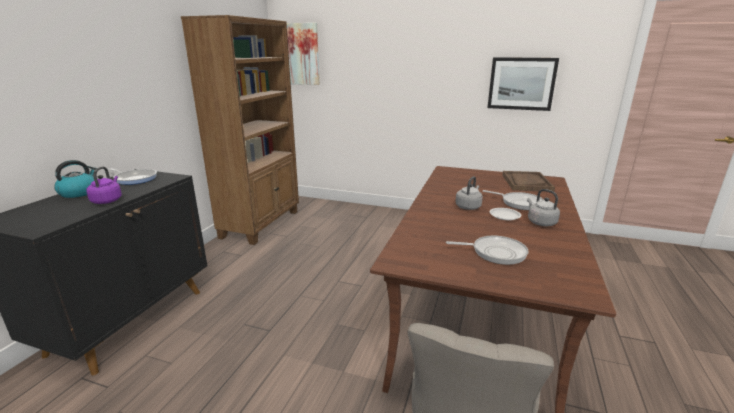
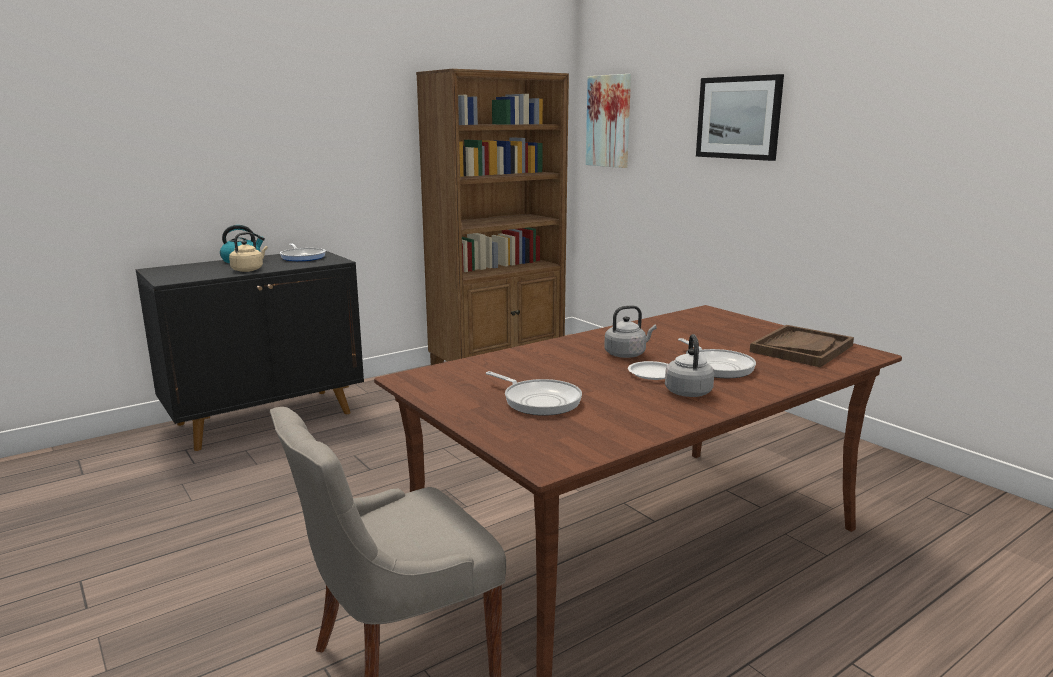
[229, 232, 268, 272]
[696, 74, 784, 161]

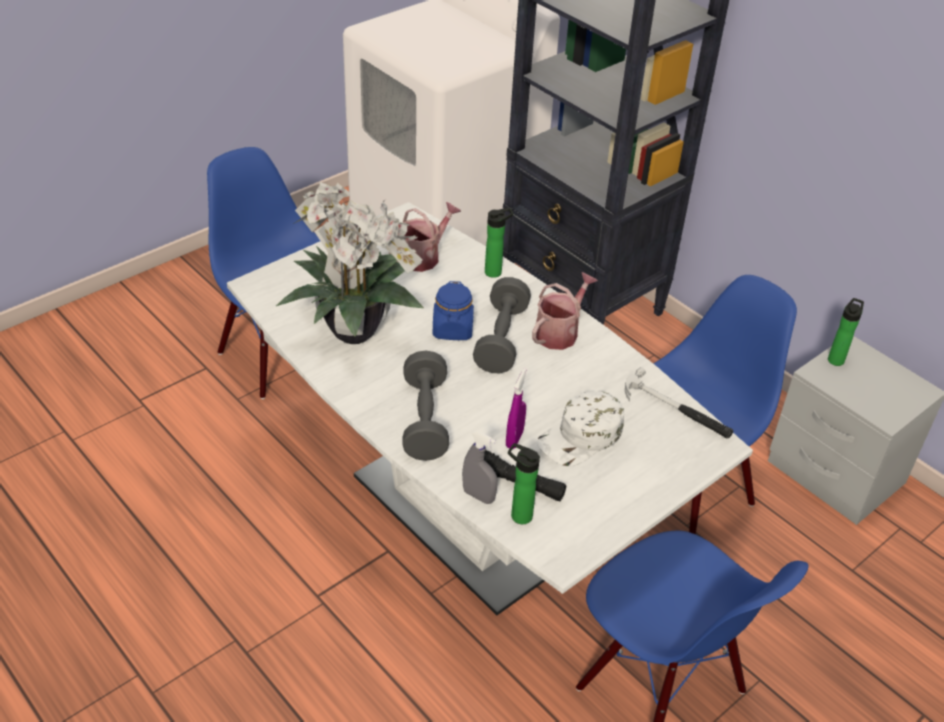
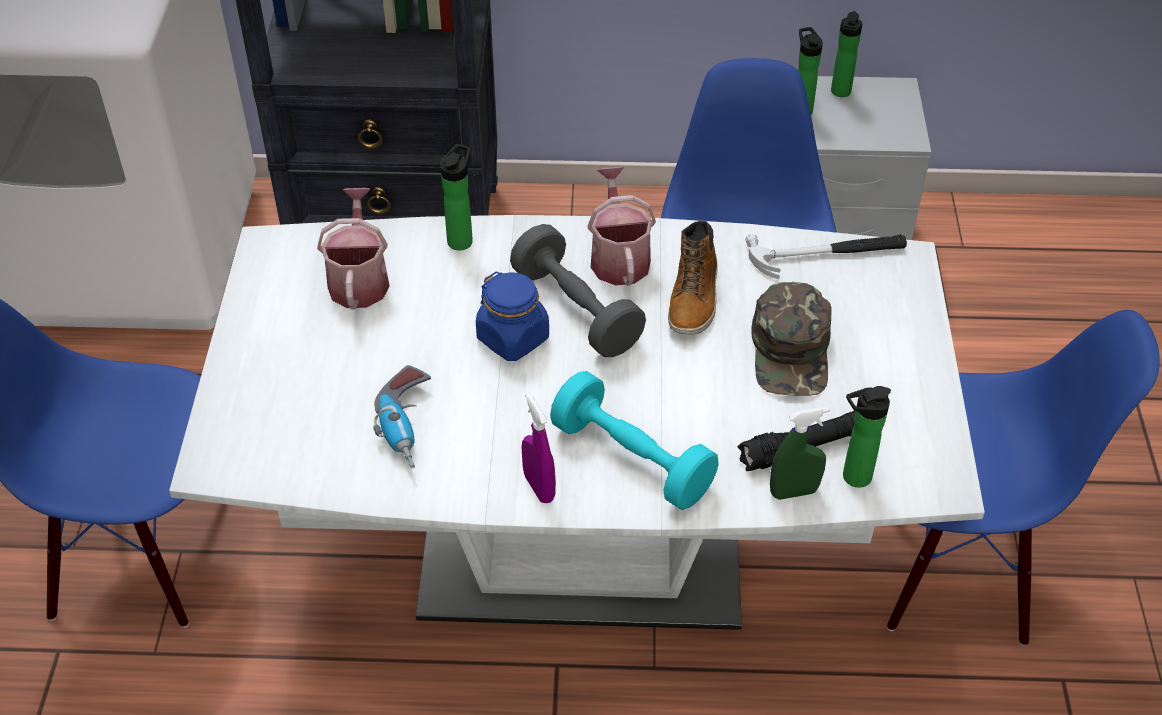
[373, 365, 431, 468]
[522, 392, 556, 503]
[550, 371, 719, 510]
[668, 220, 718, 335]
[751, 282, 832, 396]
[770, 407, 829, 500]
[831, 11, 863, 97]

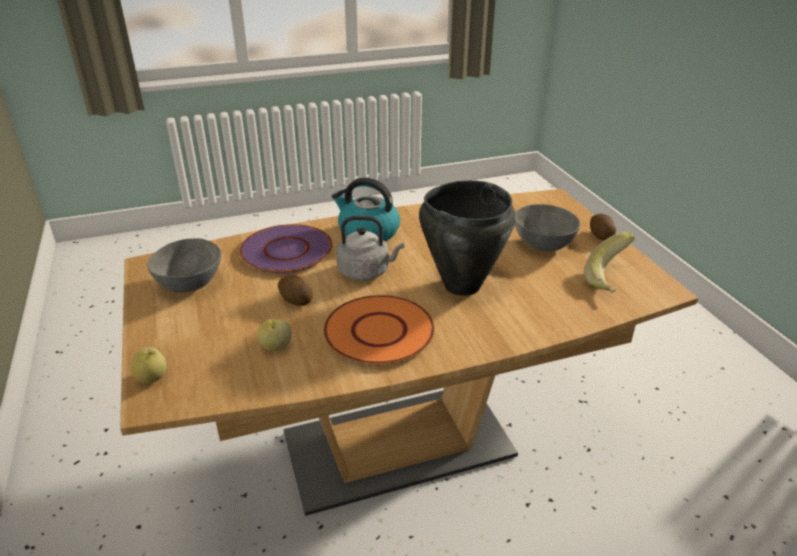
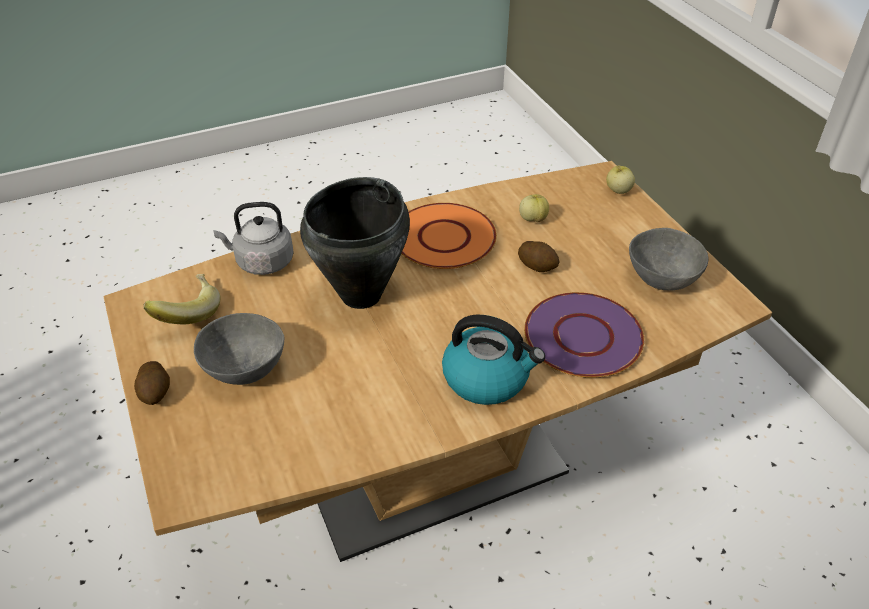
[213, 202, 294, 275]

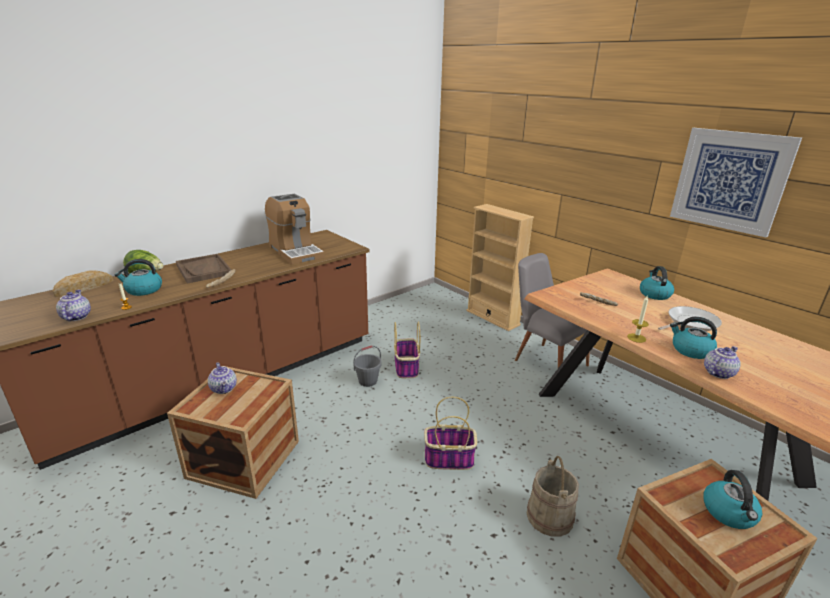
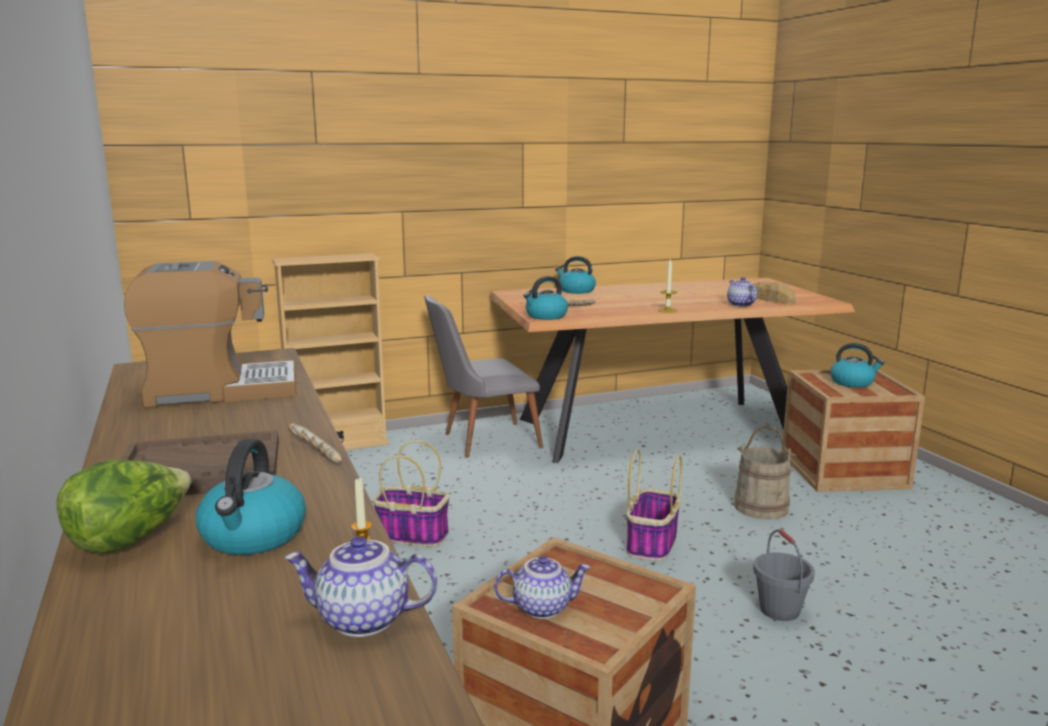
[523, 276, 568, 320]
[753, 281, 796, 305]
[753, 529, 815, 621]
[658, 306, 722, 331] (first image)
[670, 128, 802, 238] (first image)

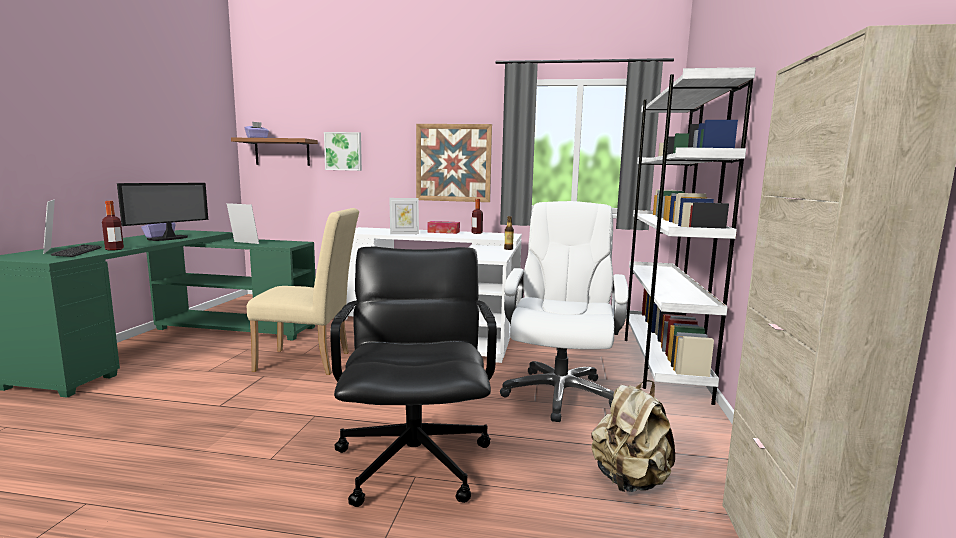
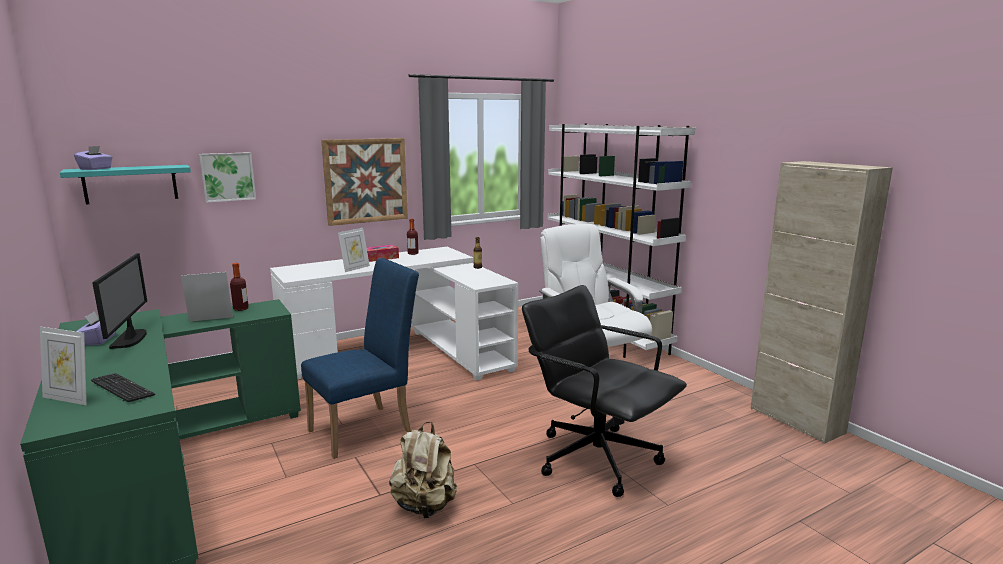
[60, 165, 191, 204]
[230, 263, 249, 311]
[301, 258, 419, 459]
[389, 421, 457, 518]

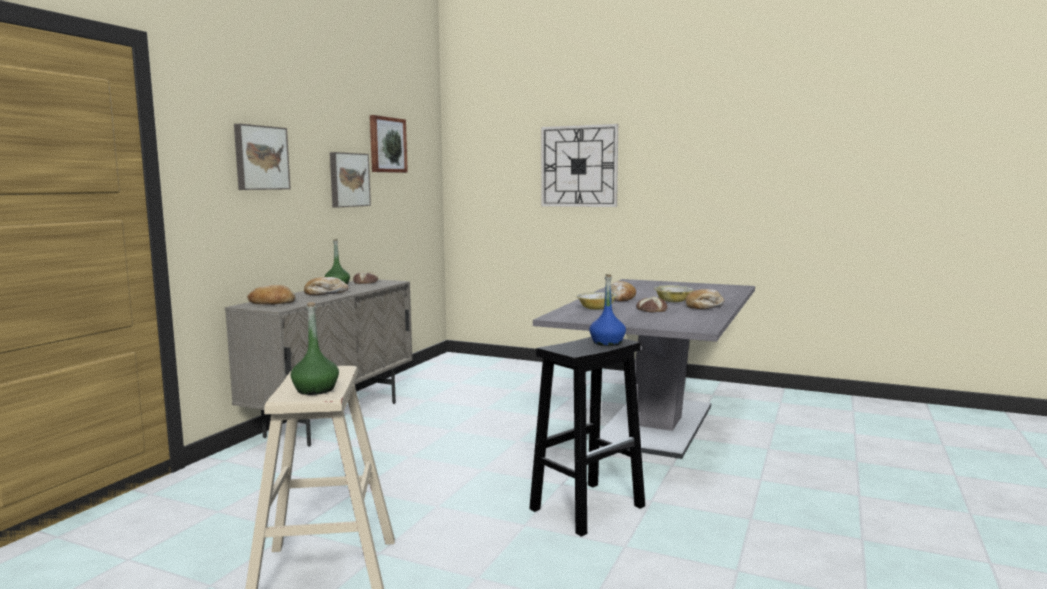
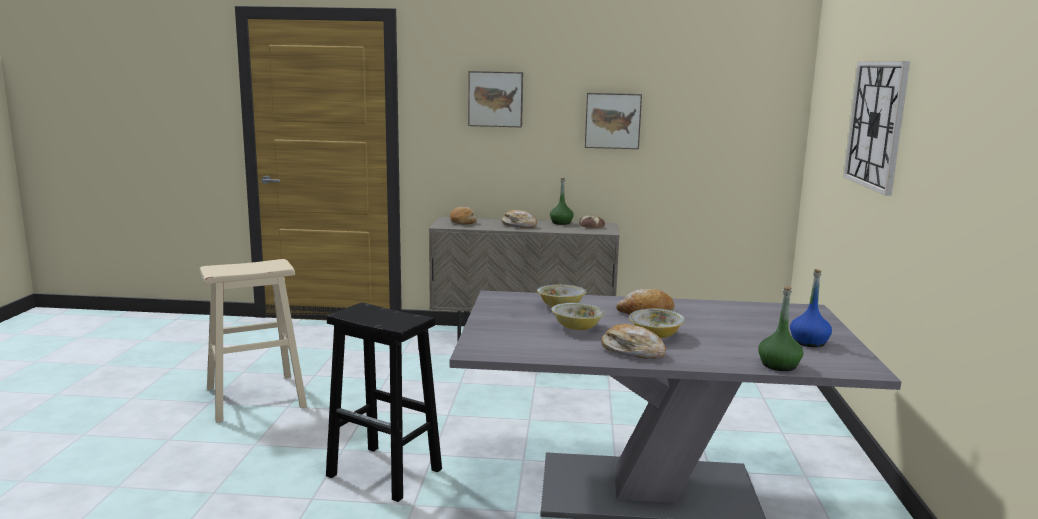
[551, 303, 605, 330]
[758, 286, 803, 371]
[790, 269, 832, 347]
[370, 115, 408, 173] (first image)

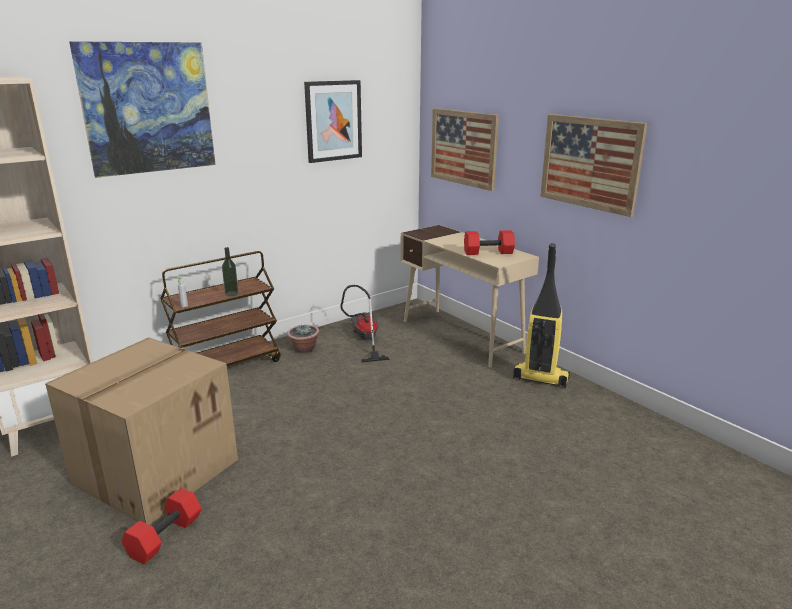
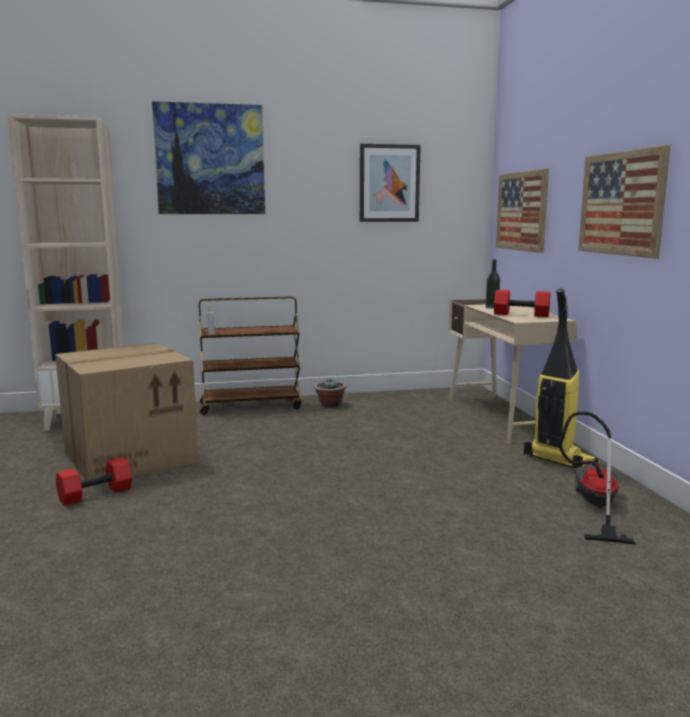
[486, 260, 500, 309]
[559, 411, 636, 545]

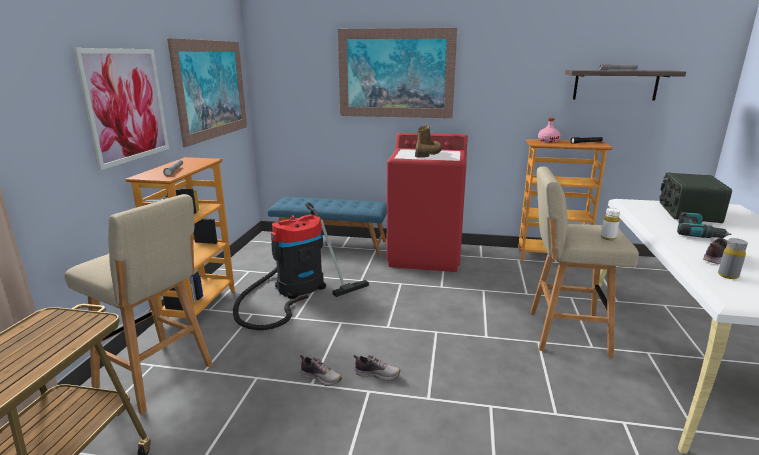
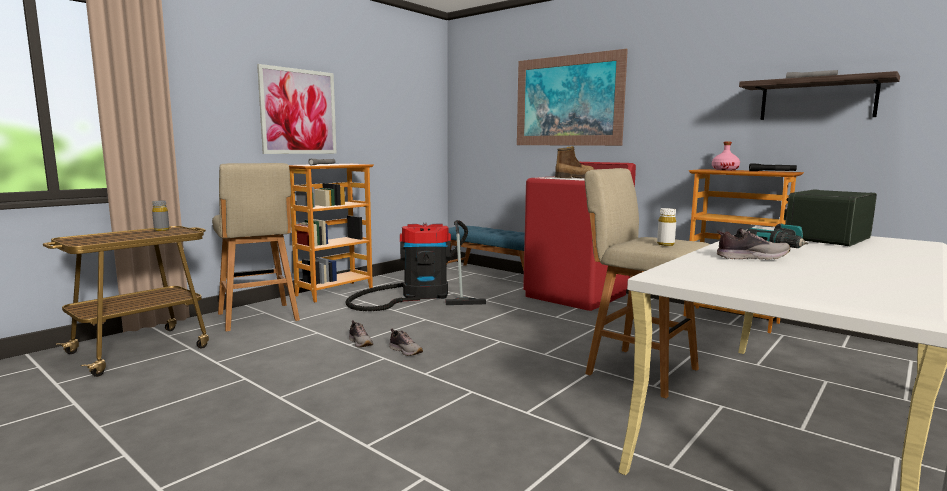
[152, 201, 169, 231]
[167, 38, 247, 147] (first image)

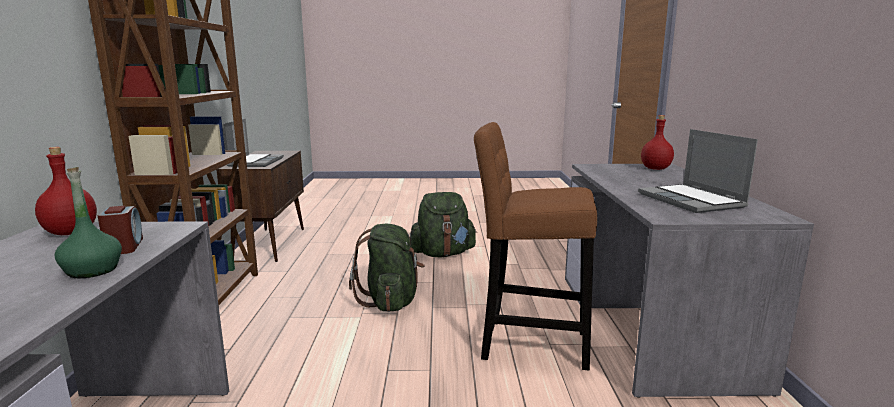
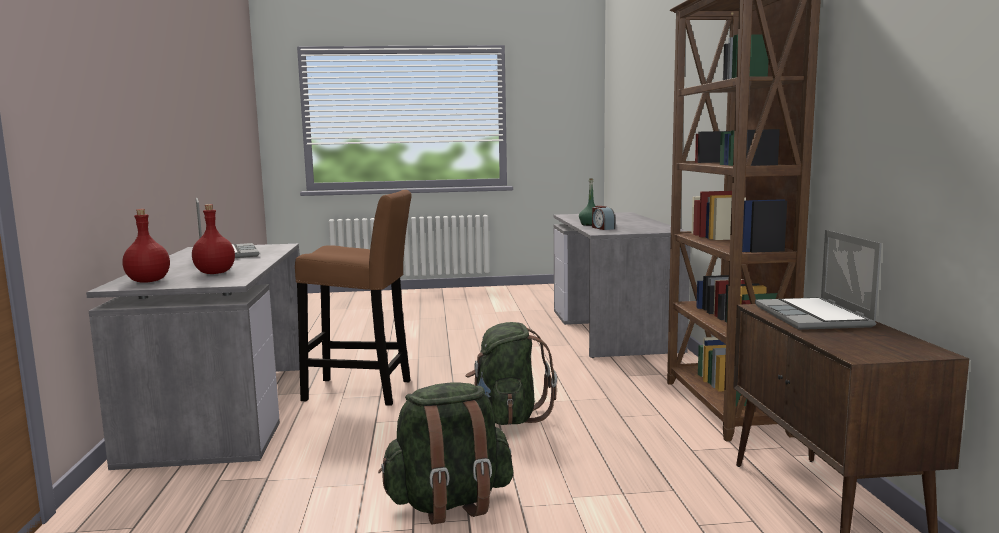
[192, 204, 235, 274]

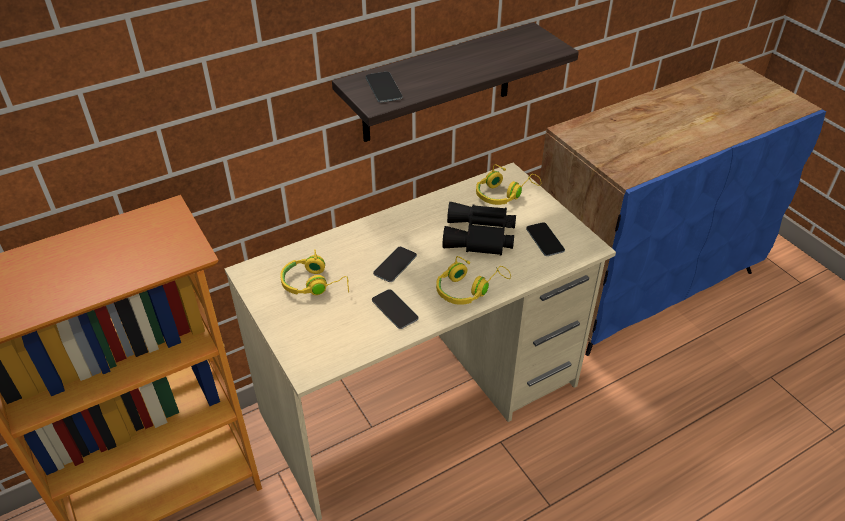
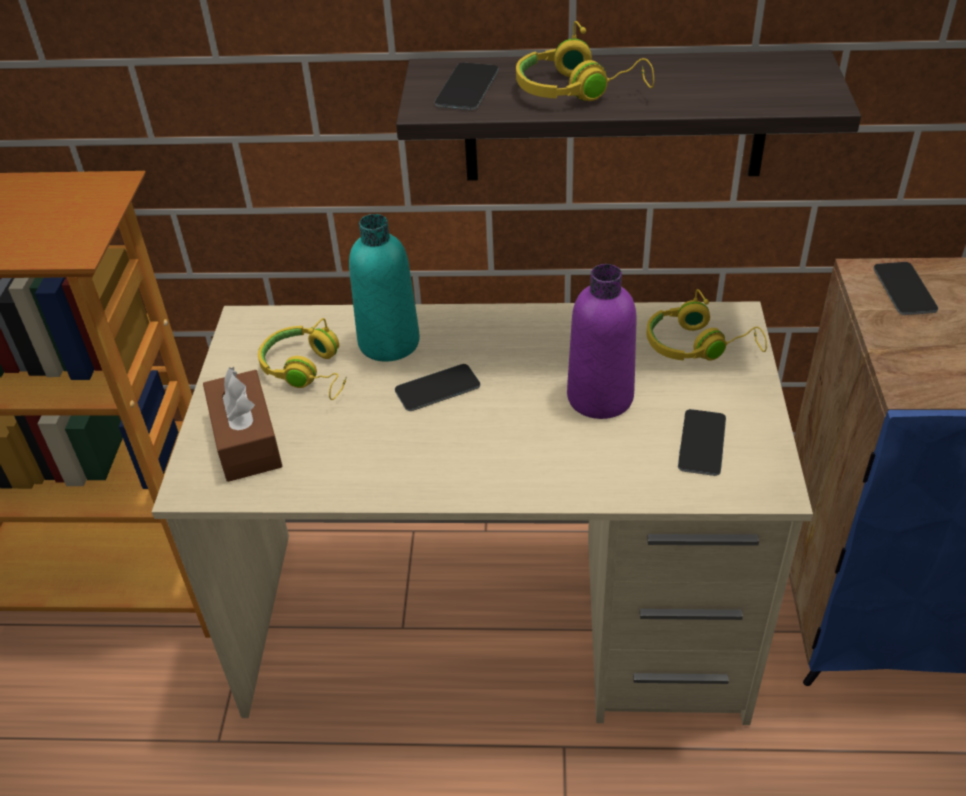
[203, 367, 283, 482]
[349, 214, 420, 362]
[516, 21, 654, 101]
[567, 264, 637, 419]
[873, 262, 938, 315]

